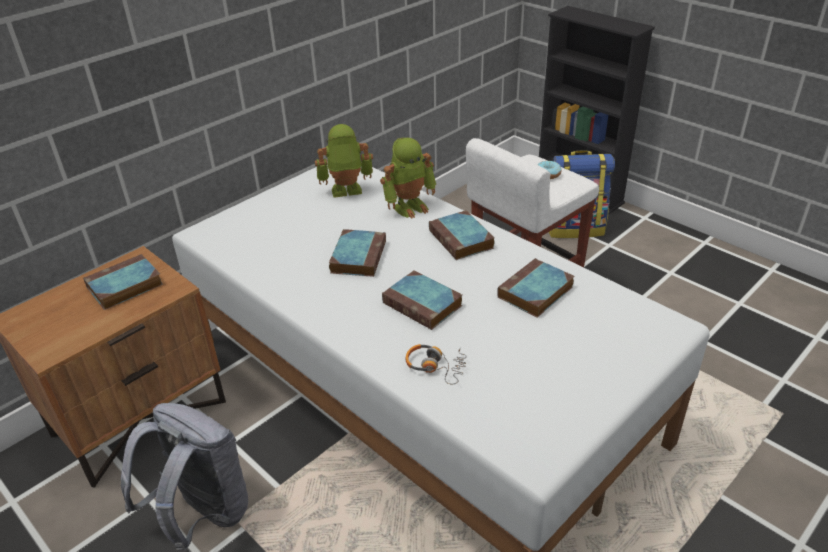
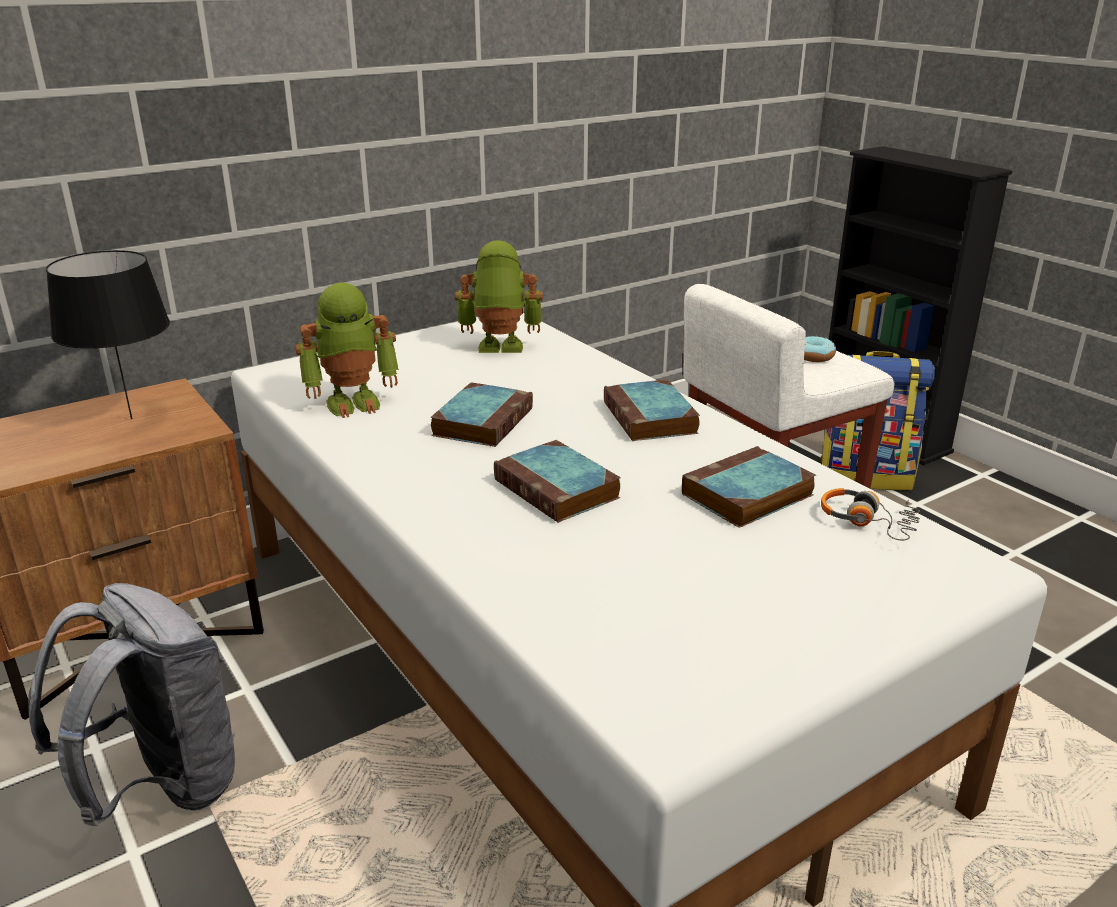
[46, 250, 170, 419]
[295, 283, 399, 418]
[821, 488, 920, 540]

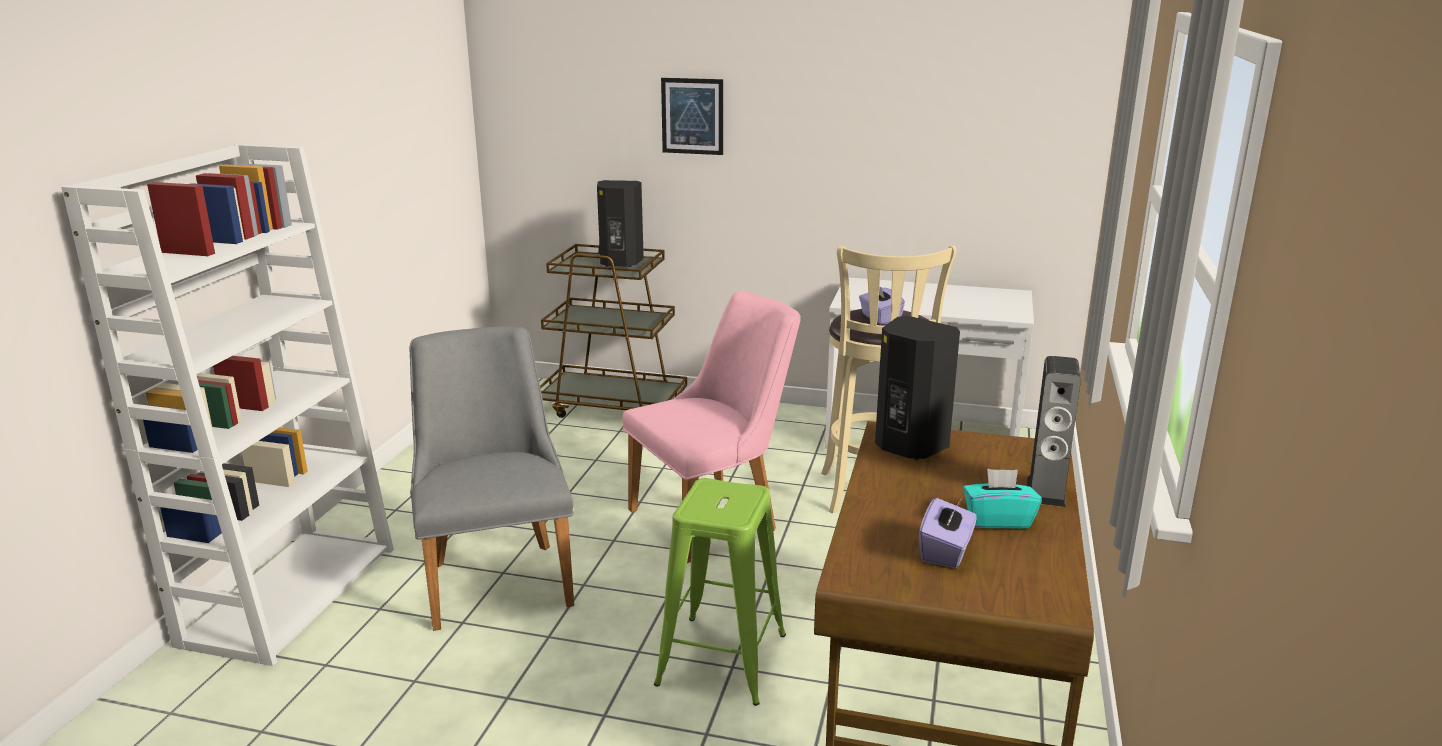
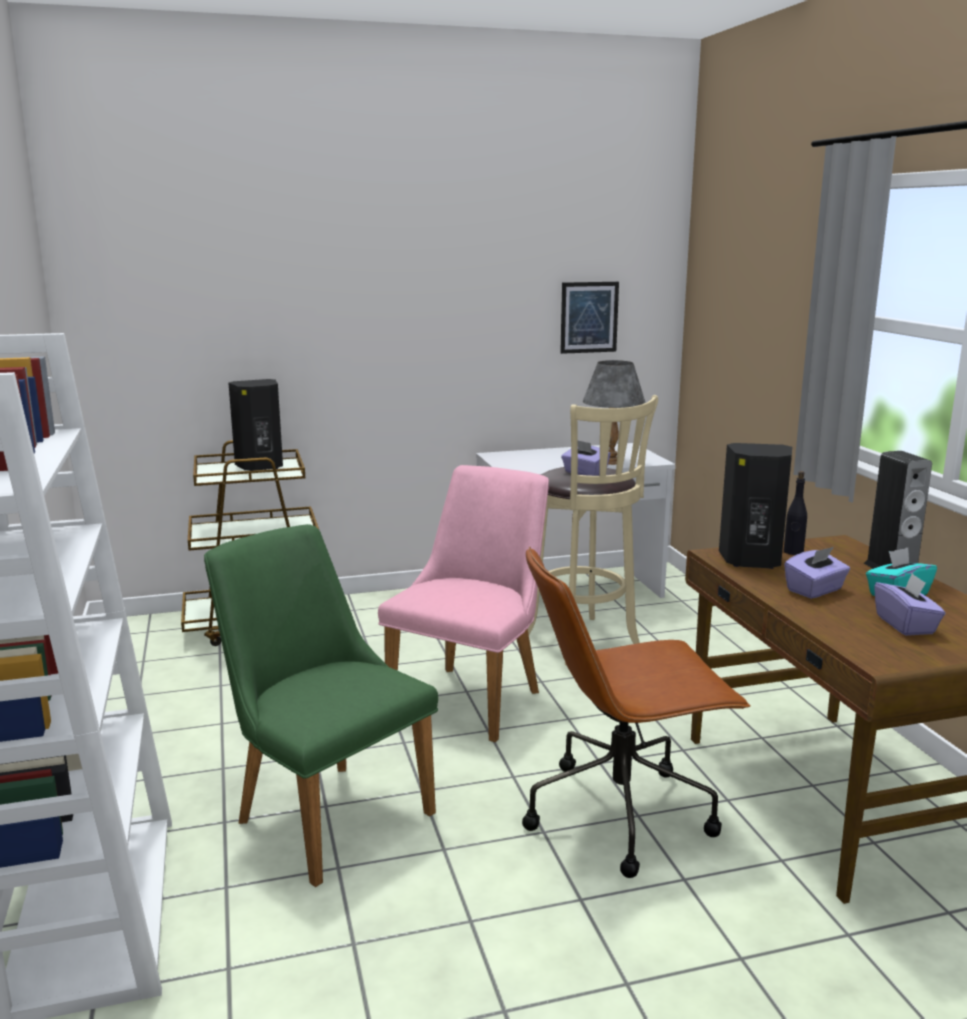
[204, 524, 438, 887]
[522, 547, 751, 878]
[560, 282, 619, 354]
[582, 360, 646, 465]
[784, 471, 807, 555]
[784, 547, 850, 599]

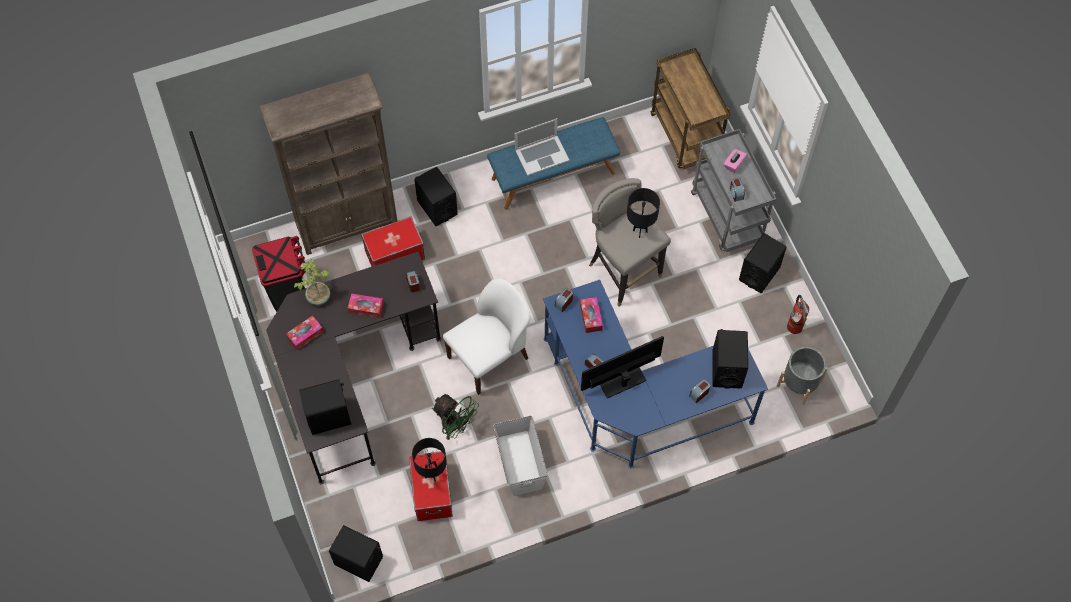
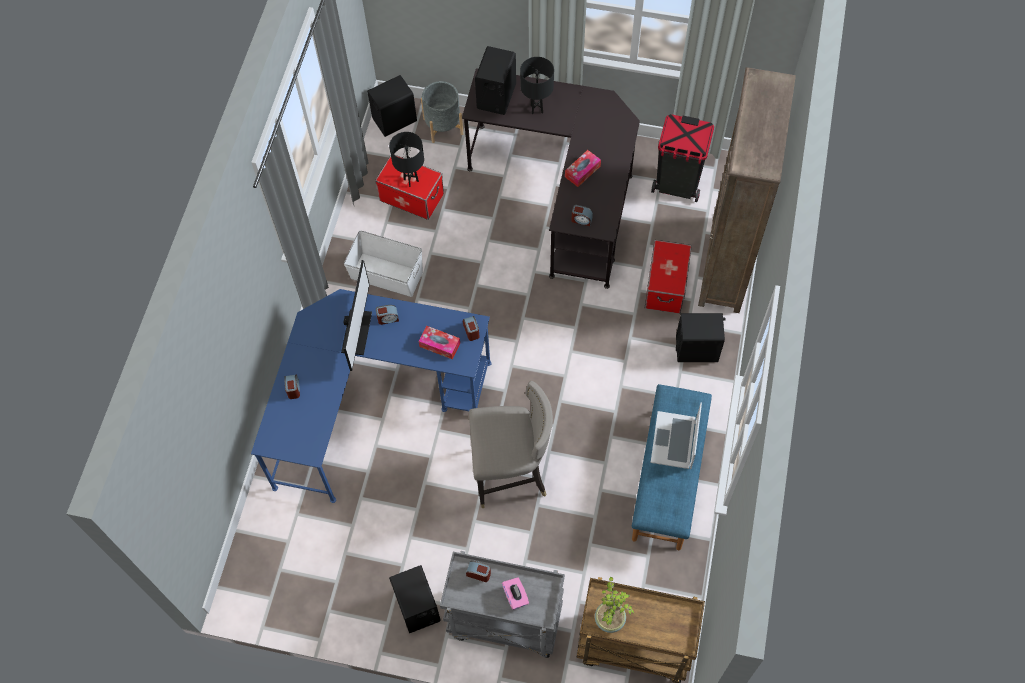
[421, 81, 463, 143]
[520, 57, 554, 115]
[595, 577, 634, 633]
[286, 316, 324, 350] (first image)
[432, 394, 479, 440] (first image)
[443, 278, 530, 395] (first image)
[712, 329, 748, 389] (first image)
[787, 295, 809, 334] (first image)

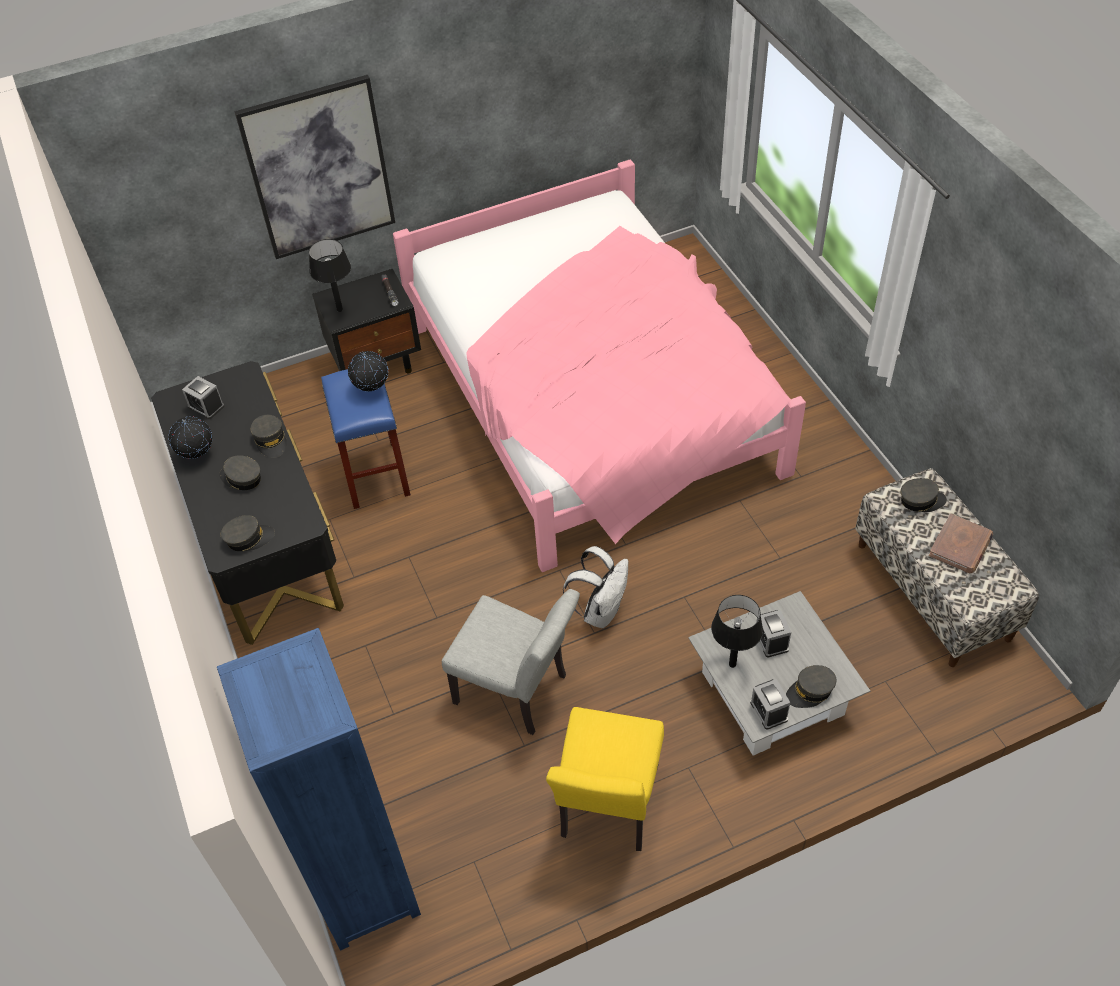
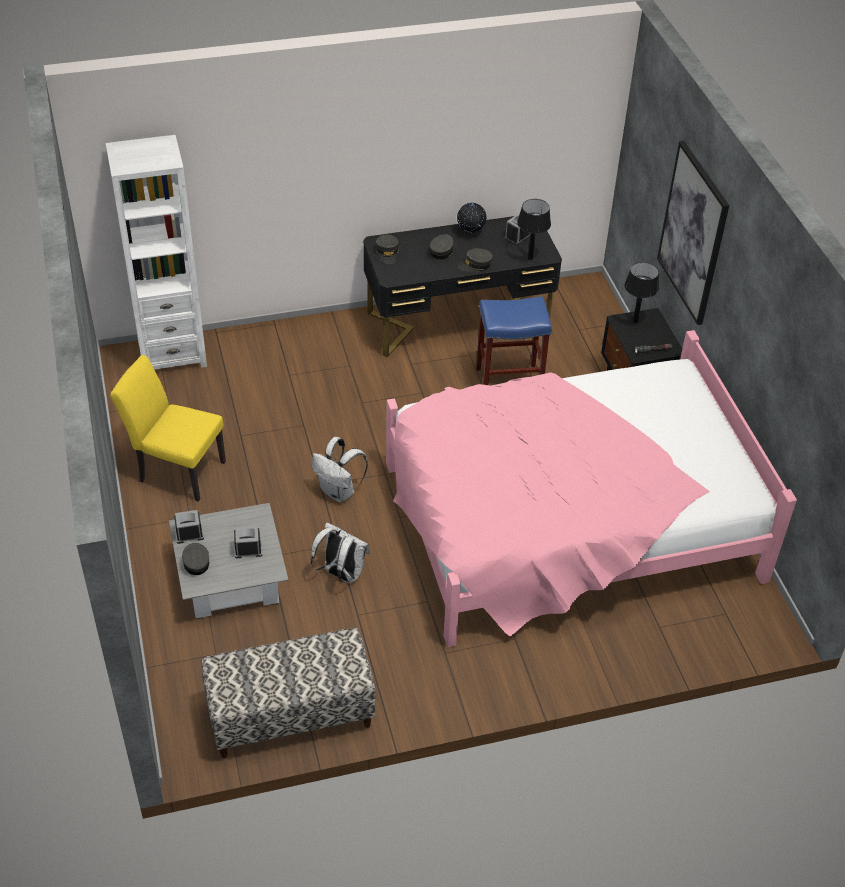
[106, 135, 207, 370]
[311, 523, 370, 583]
[517, 199, 551, 260]
[348, 351, 388, 392] (first image)
[442, 589, 580, 735] (first image)
[901, 478, 947, 512] (first image)
[929, 514, 993, 573] (first image)

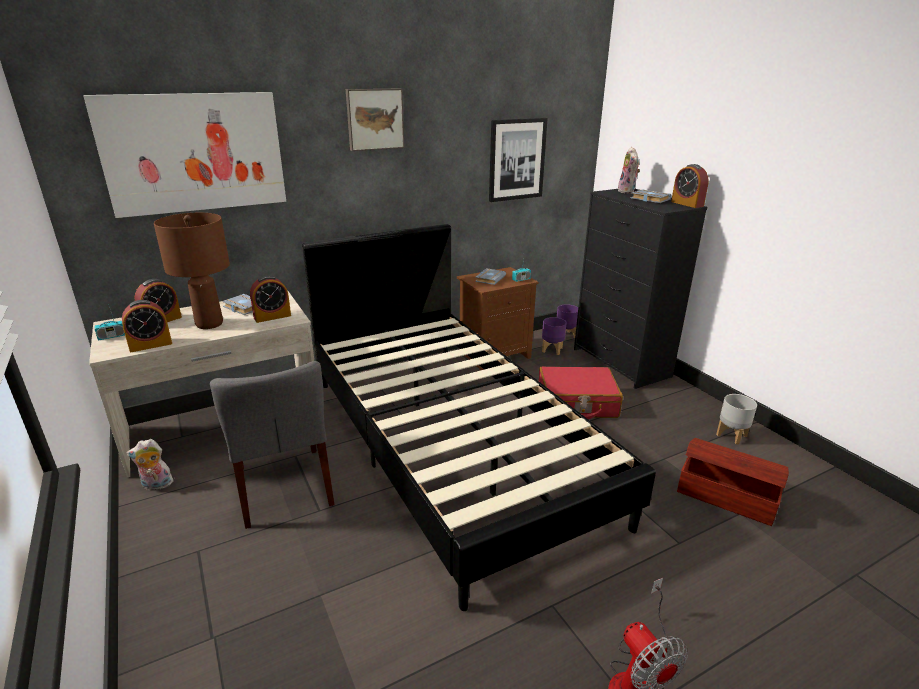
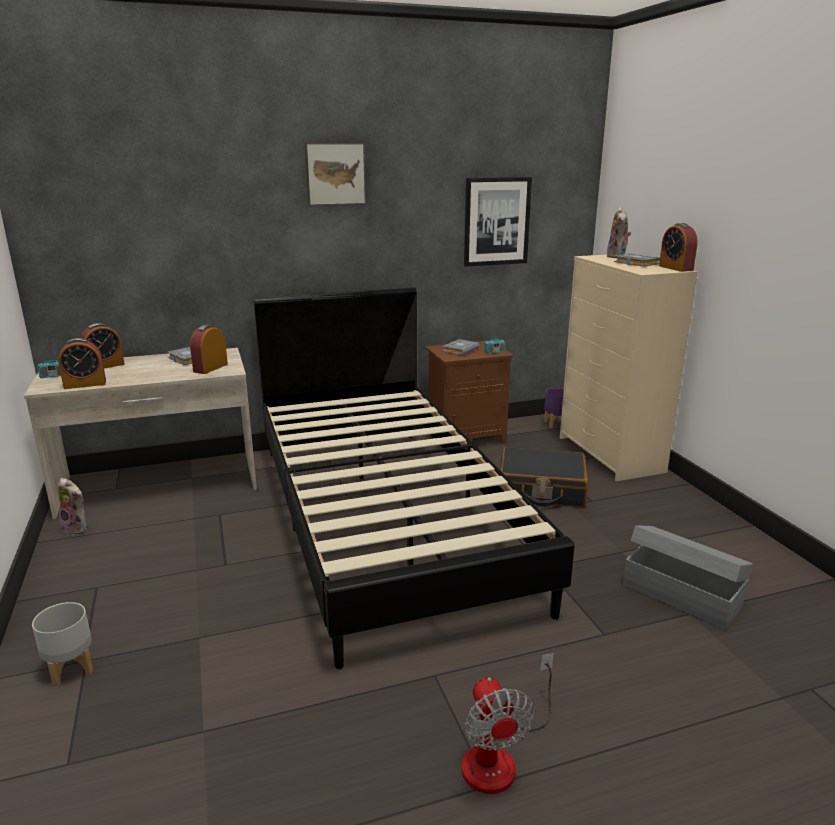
[32, 602, 94, 687]
[58, 478, 87, 535]
[190, 325, 228, 374]
[500, 447, 588, 508]
[560, 255, 698, 481]
[623, 526, 753, 630]
[83, 92, 286, 218] (first image)
[154, 213, 230, 329] (first image)
[210, 361, 334, 529] (first image)
[542, 317, 567, 355] (first image)

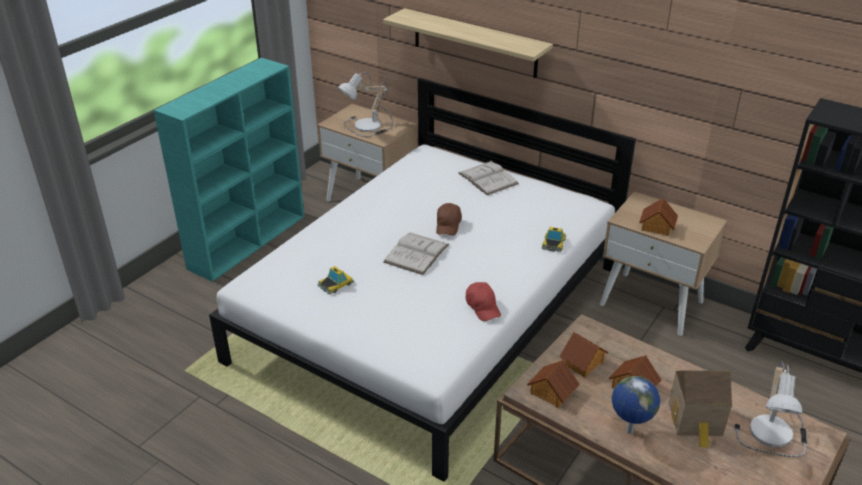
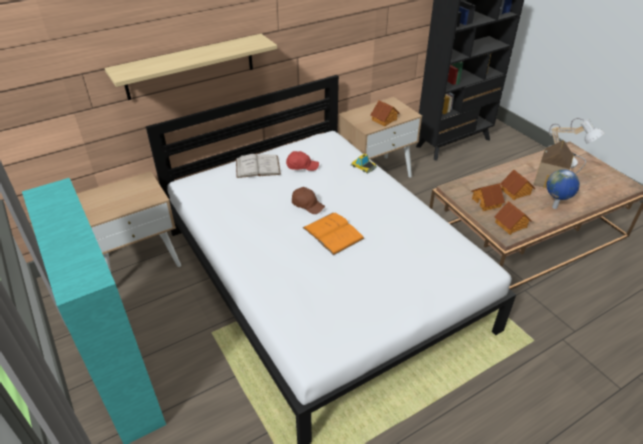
[286, 151, 319, 171]
[303, 212, 365, 255]
[317, 266, 354, 294] (first image)
[338, 73, 393, 137] (first image)

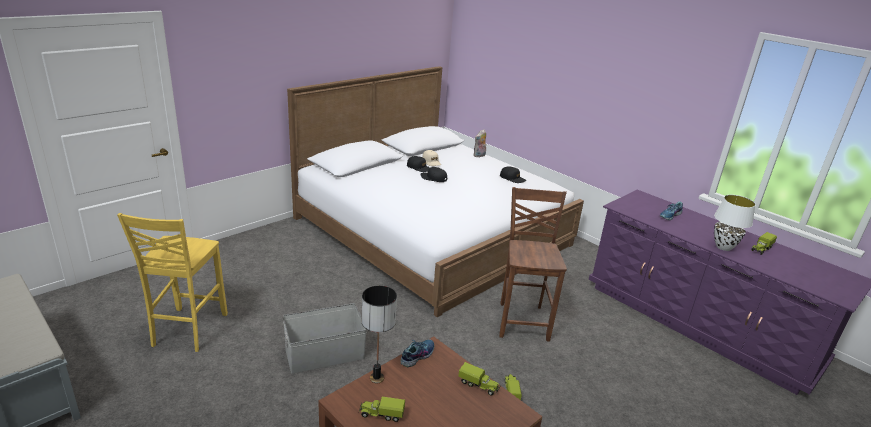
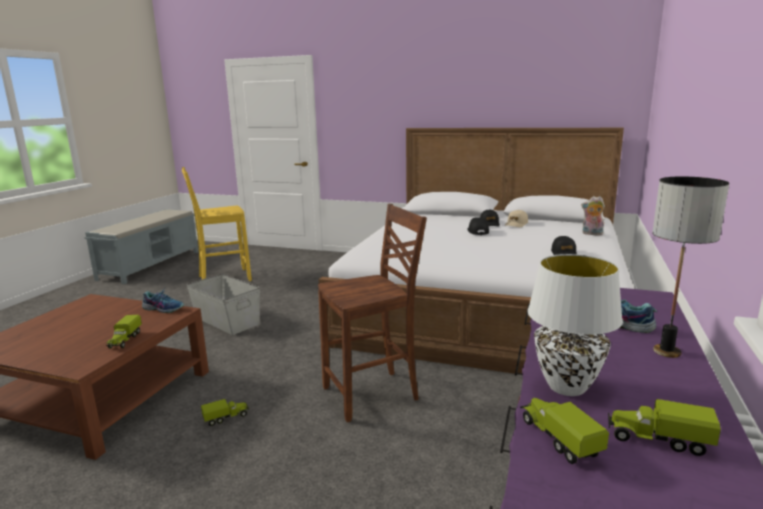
[520, 398, 609, 464]
[652, 177, 729, 358]

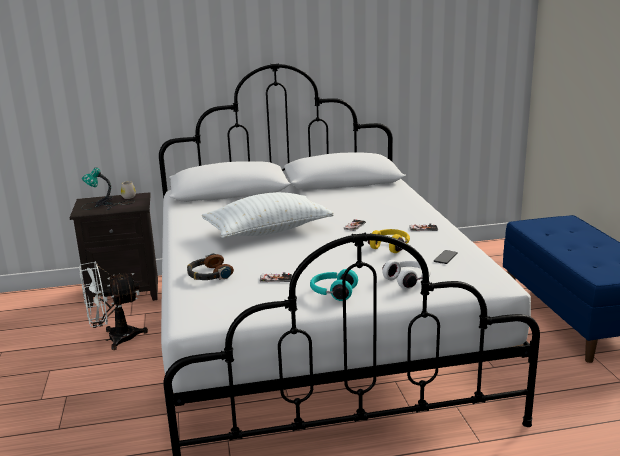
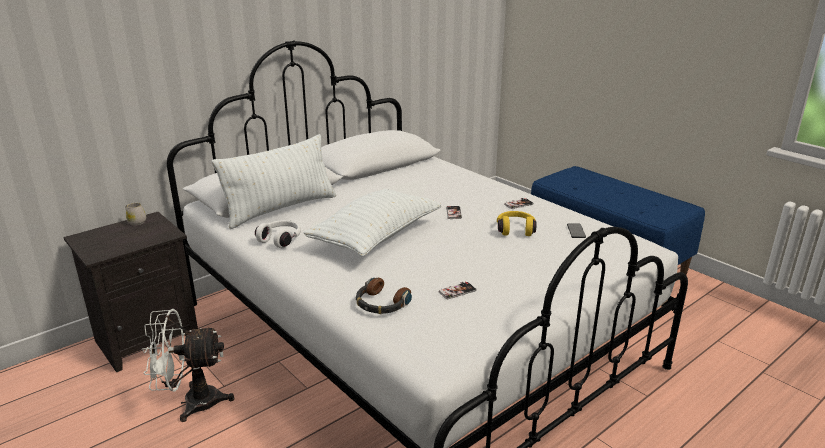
[142, 309, 234, 422]
[212, 134, 337, 229]
[255, 220, 301, 248]
[82, 167, 135, 211] (first image)
[310, 269, 358, 301] (first image)

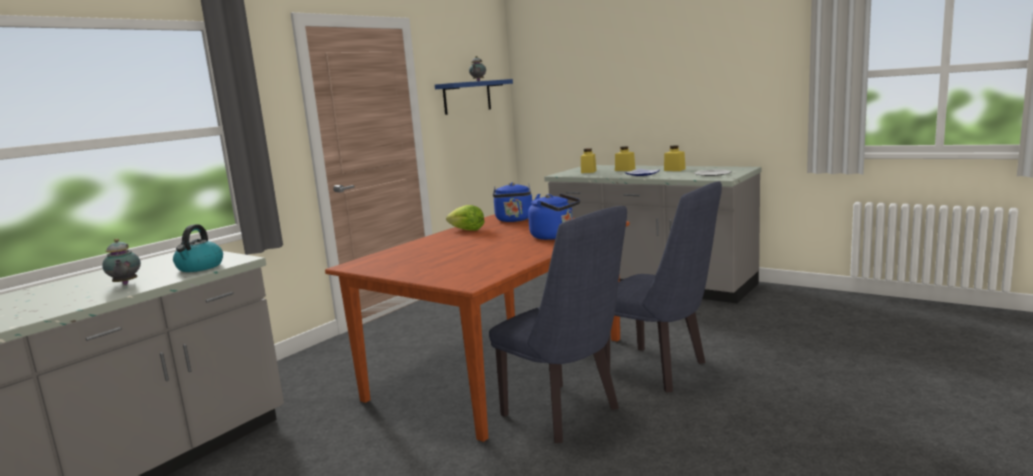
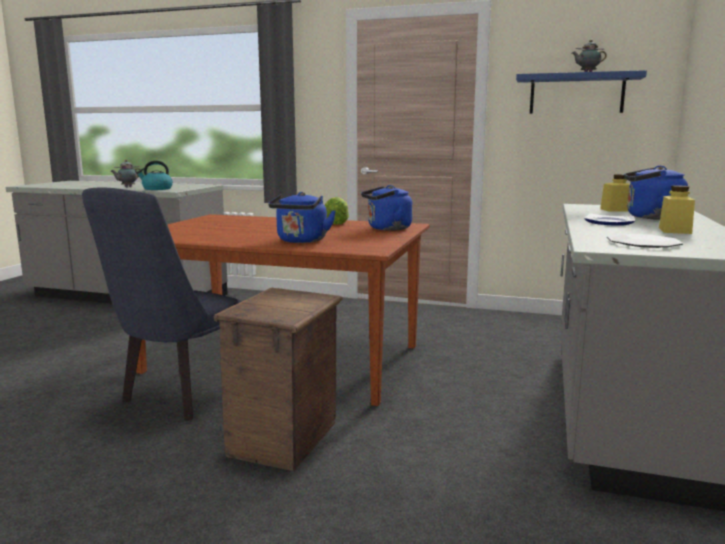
[214, 288, 343, 471]
[624, 166, 688, 220]

